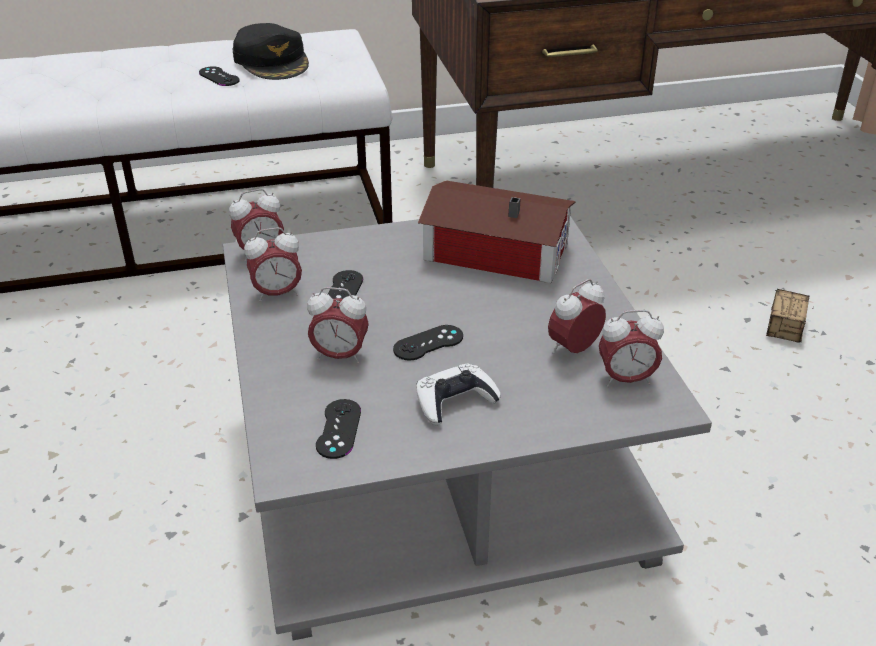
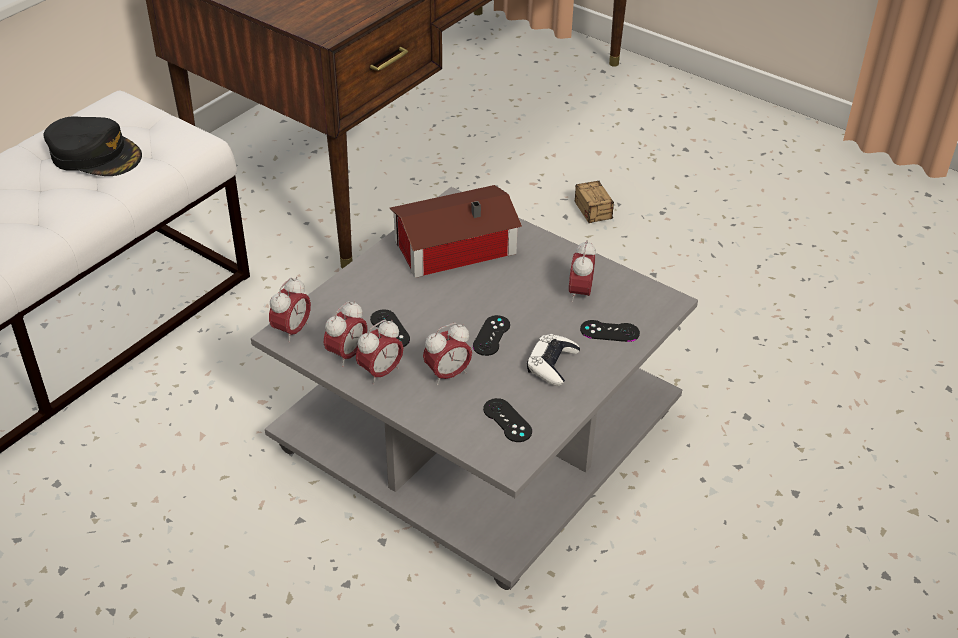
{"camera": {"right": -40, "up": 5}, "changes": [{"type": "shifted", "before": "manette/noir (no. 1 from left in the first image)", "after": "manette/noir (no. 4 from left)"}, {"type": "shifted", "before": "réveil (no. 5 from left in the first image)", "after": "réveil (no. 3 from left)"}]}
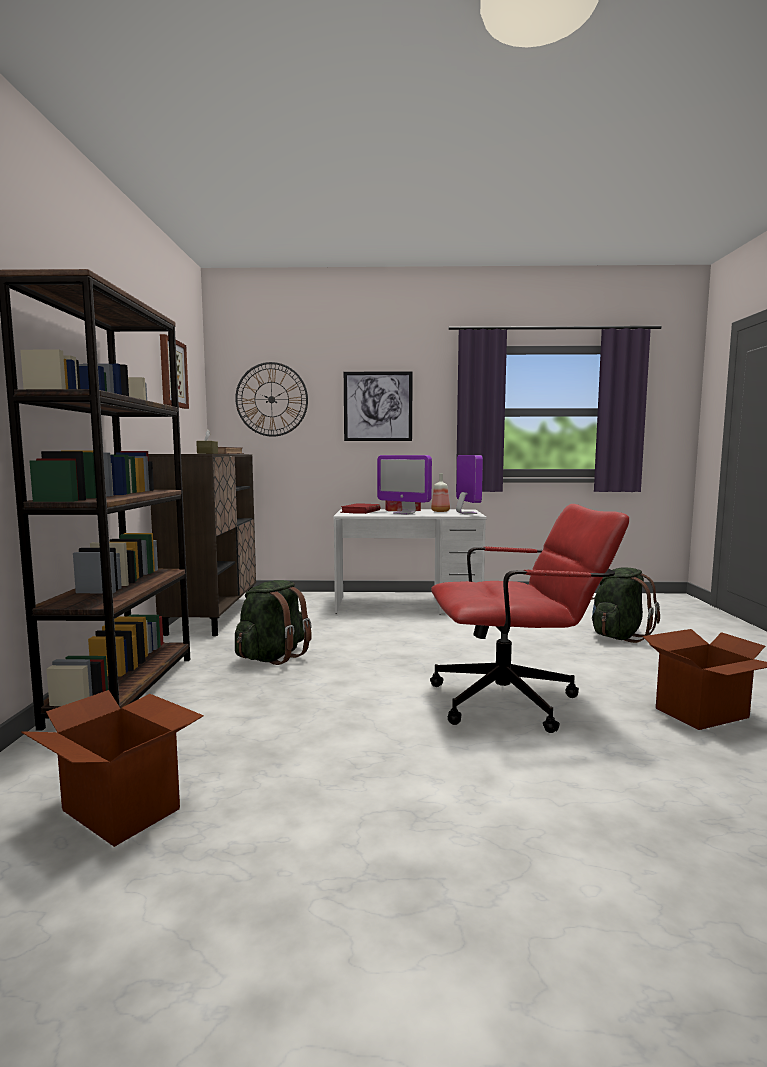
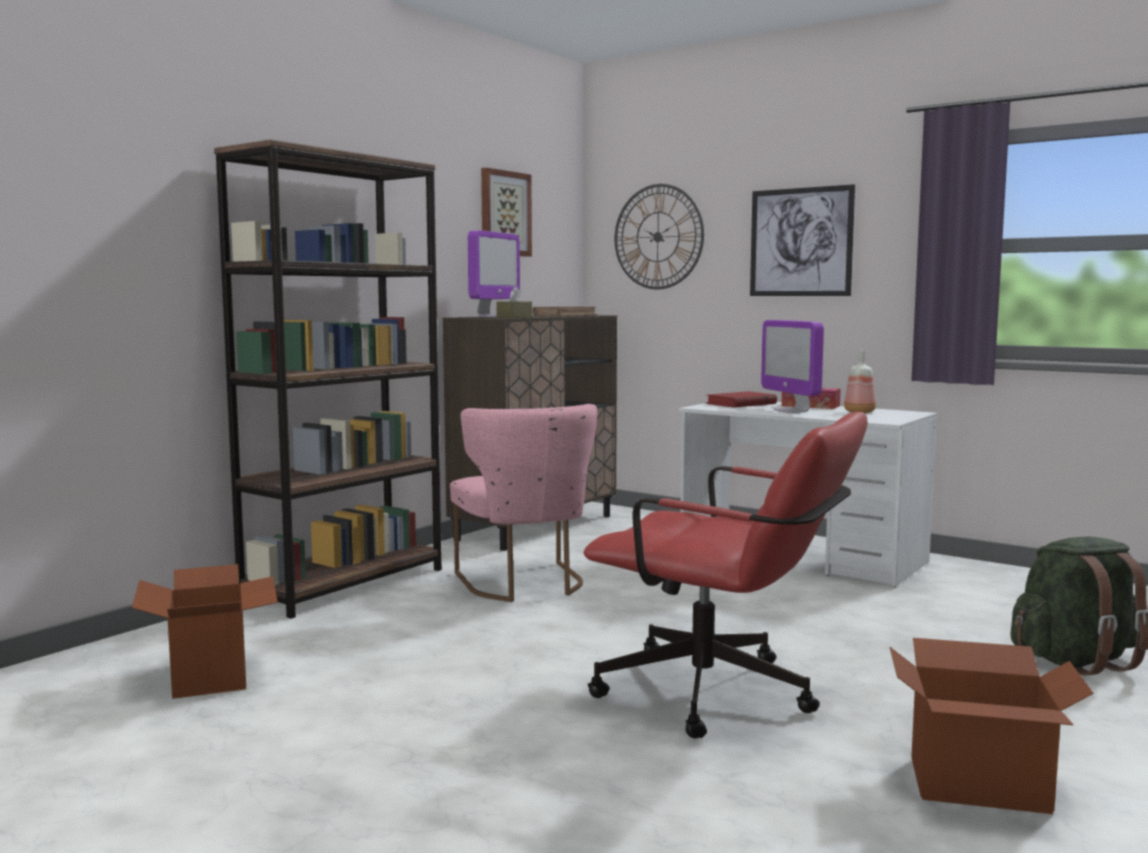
{"camera": {"right": 35, "up": 0}, "changes": [{"type": "shifted", "before": "écran d'ordinateur (no. 2 from left in the first image)", "after": "écran d'ordinateur (no. 1 from left)"}, {"type": "swapped", "before": "sac à dos/vert (no. 1 from left)", "after": "chaise/rose"}]}
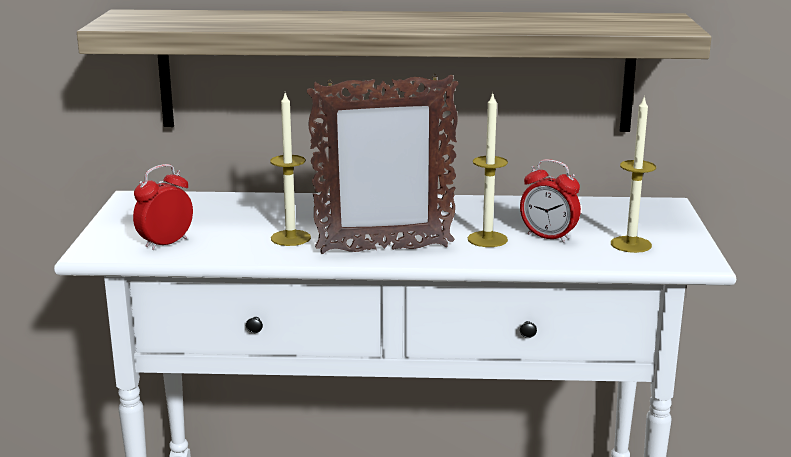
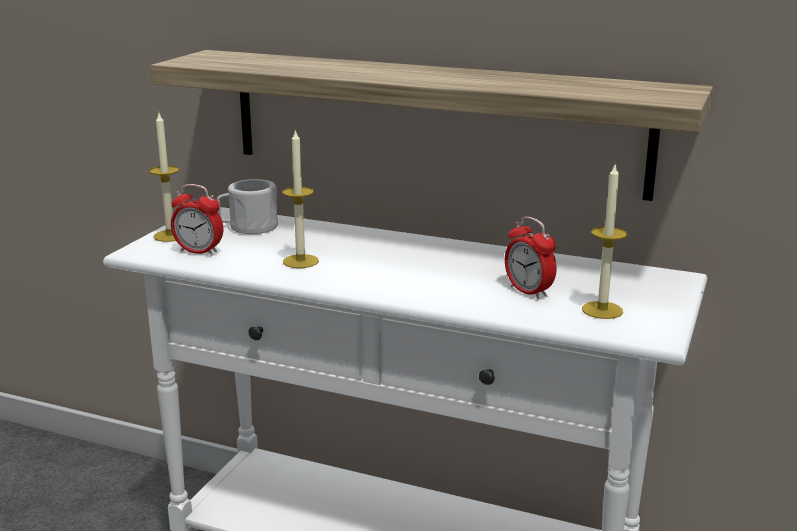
{"camera": {"right": 20, "up": 0}, "changes": [{"type": "gone", "before": "cadre photo"}, {"type": "new", "after": "mug/blanc"}, {"type": "shifted", "before": "bougie (no. 2 from left in the first image)", "after": "bougie (no. 1 from left)"}, {"type": "rotated", "before": "réveil (no. 1 from left)", "turn": -135}]}
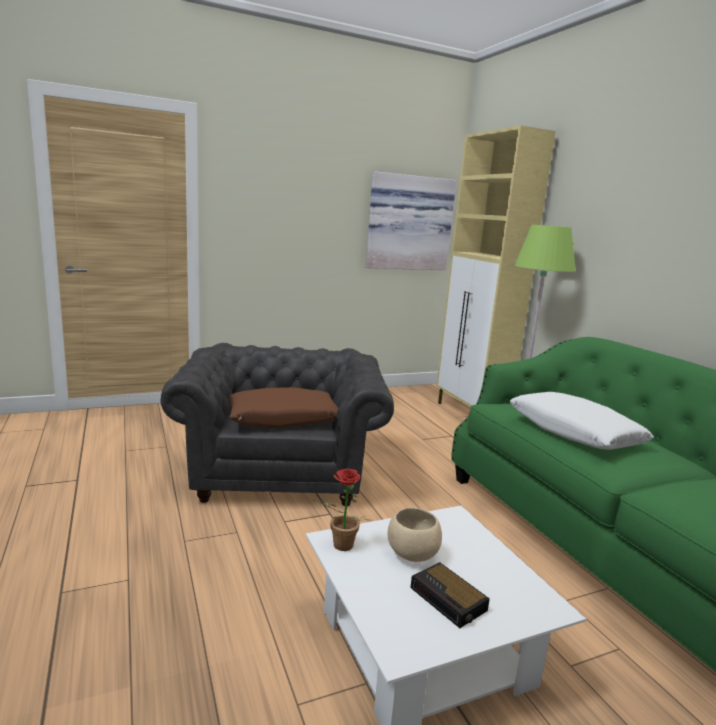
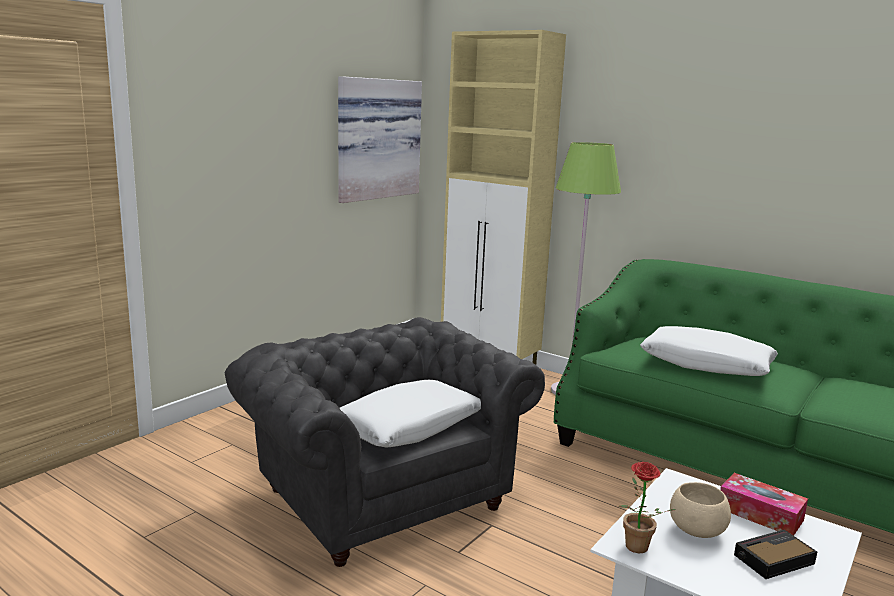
{"camera": {"right": -30, "up": 0}, "changes": [{"type": "new", "after": "boîte à mouchoirs"}, {"type": "repainted", "before": "coussin/marron", "after": "coussin/blanc (no. 1 from left)"}, {"type": "rotated", "before": "réveil", "turn": 135}]}
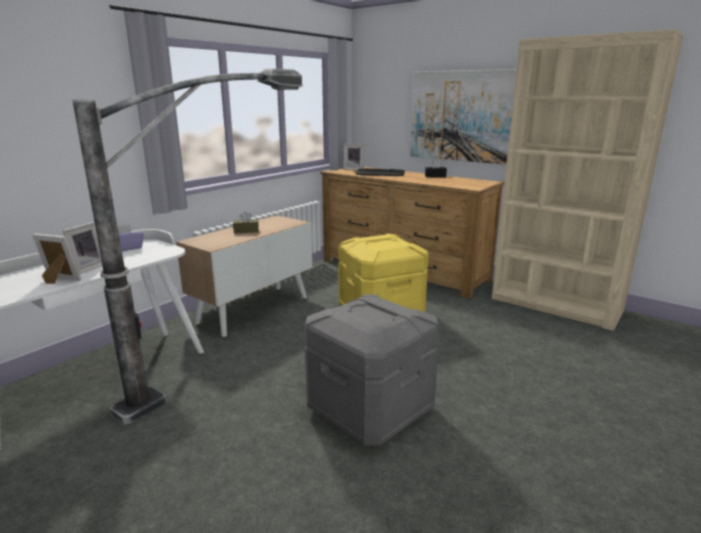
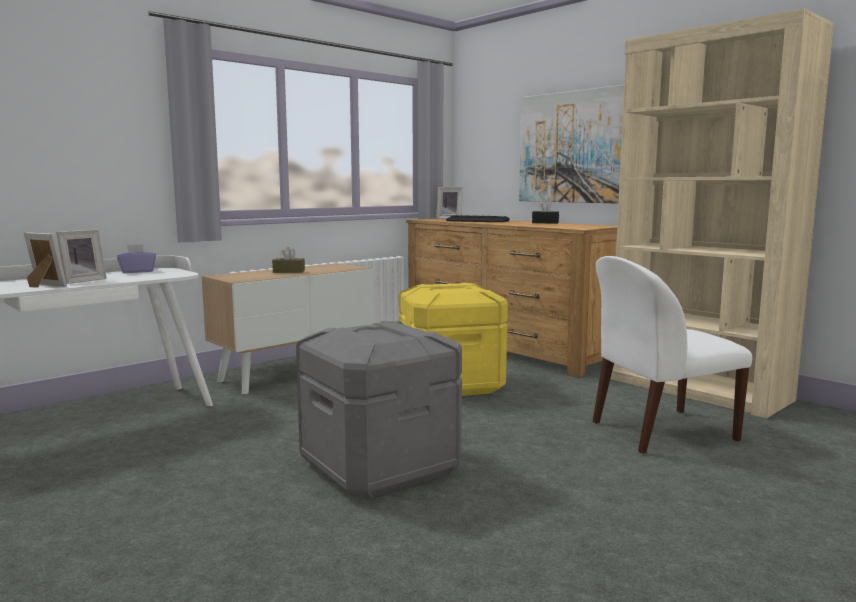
{"camera": {"right": 10, "up": -10}, "changes": [{"type": "gone", "before": "lampadaire"}, {"type": "new", "after": "chaise/blanc"}]}
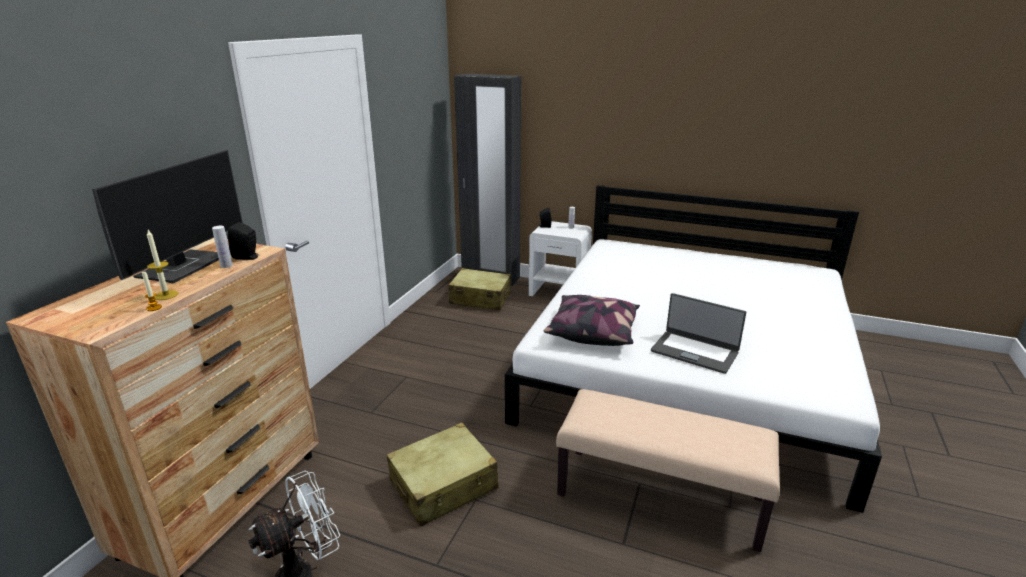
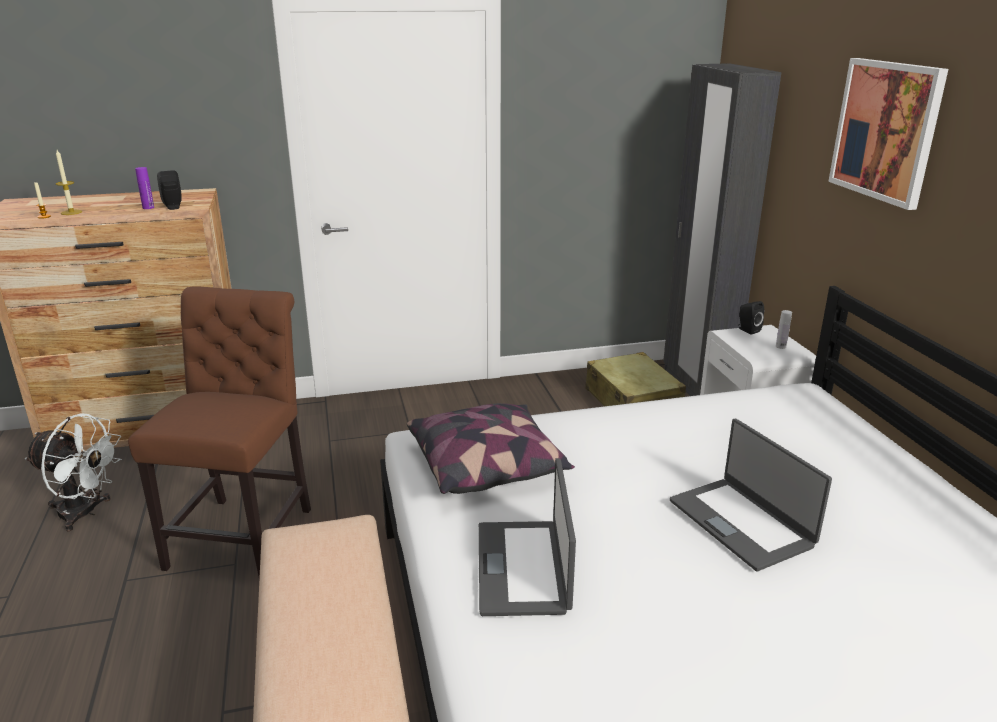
{"camera": {"right": 55, "up": 0}, "changes": [{"type": "gone", "before": "écran d'ordinateur"}, {"type": "new", "after": "ordinateur portable (no. 2 from left)"}, {"type": "new", "after": "tableau"}, {"type": "swapped", "before": "valise/beige (no. 1 from left)", "after": "chaise/marron"}, {"type": "repainted", "before": "bouteille/blanc (no. 1 from left)", "after": "bouteille/violet"}]}
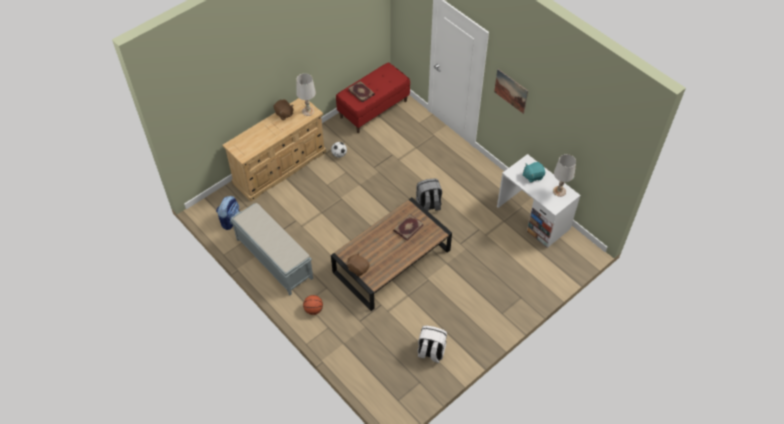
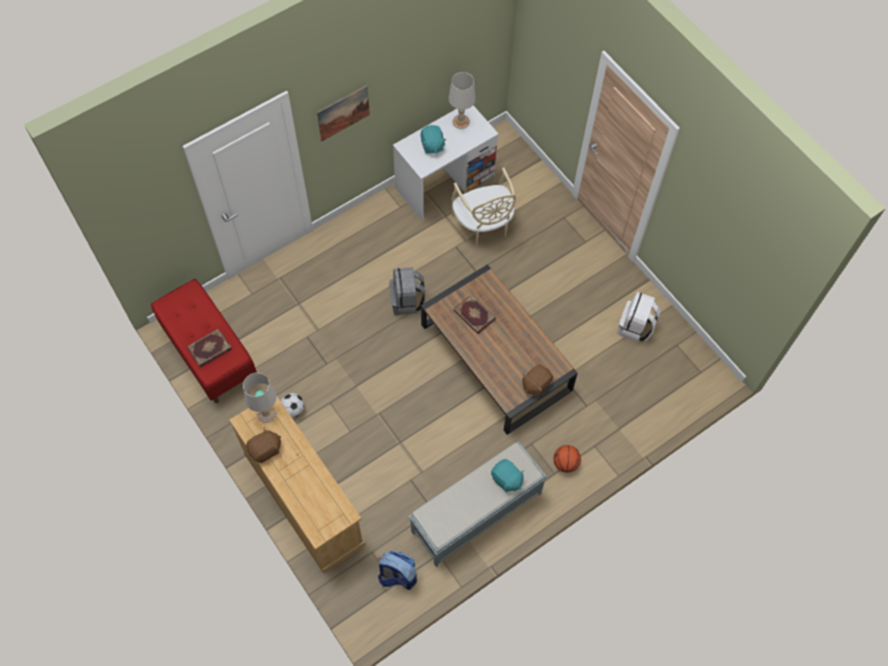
{"camera": {"right": -85, "up": 10}, "changes": [{"type": "new", "after": "chaise/beige"}, {"type": "new", "after": "peluche/turquoise (no. 2 from left)"}]}
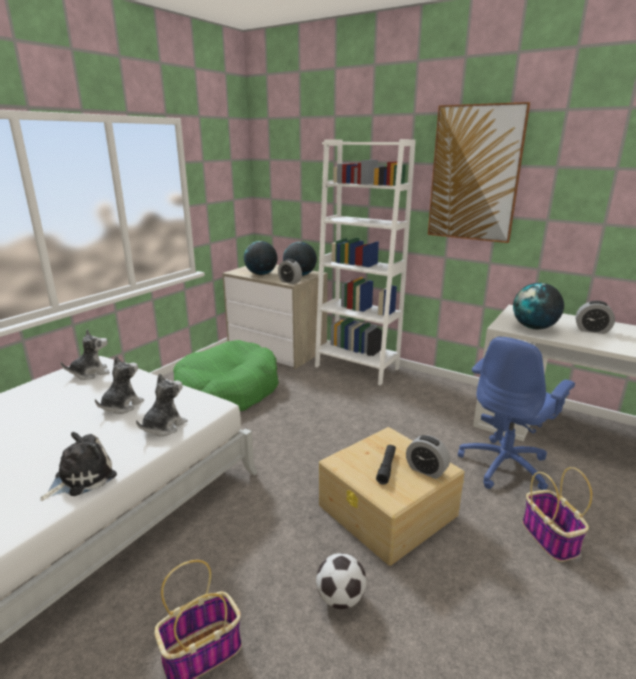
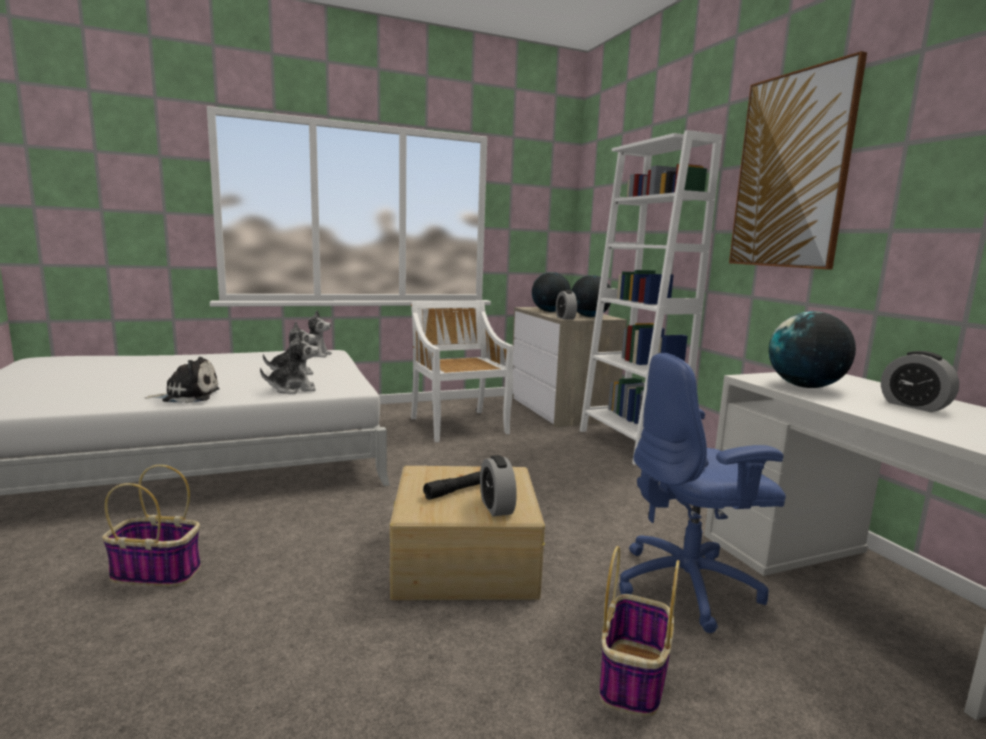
{"camera": {"right": 35, "up": -10}, "changes": [{"type": "gone", "before": "ballon de foot"}, {"type": "swapped", "before": "panier pour chien/vert", "after": "chaise/blanc"}]}
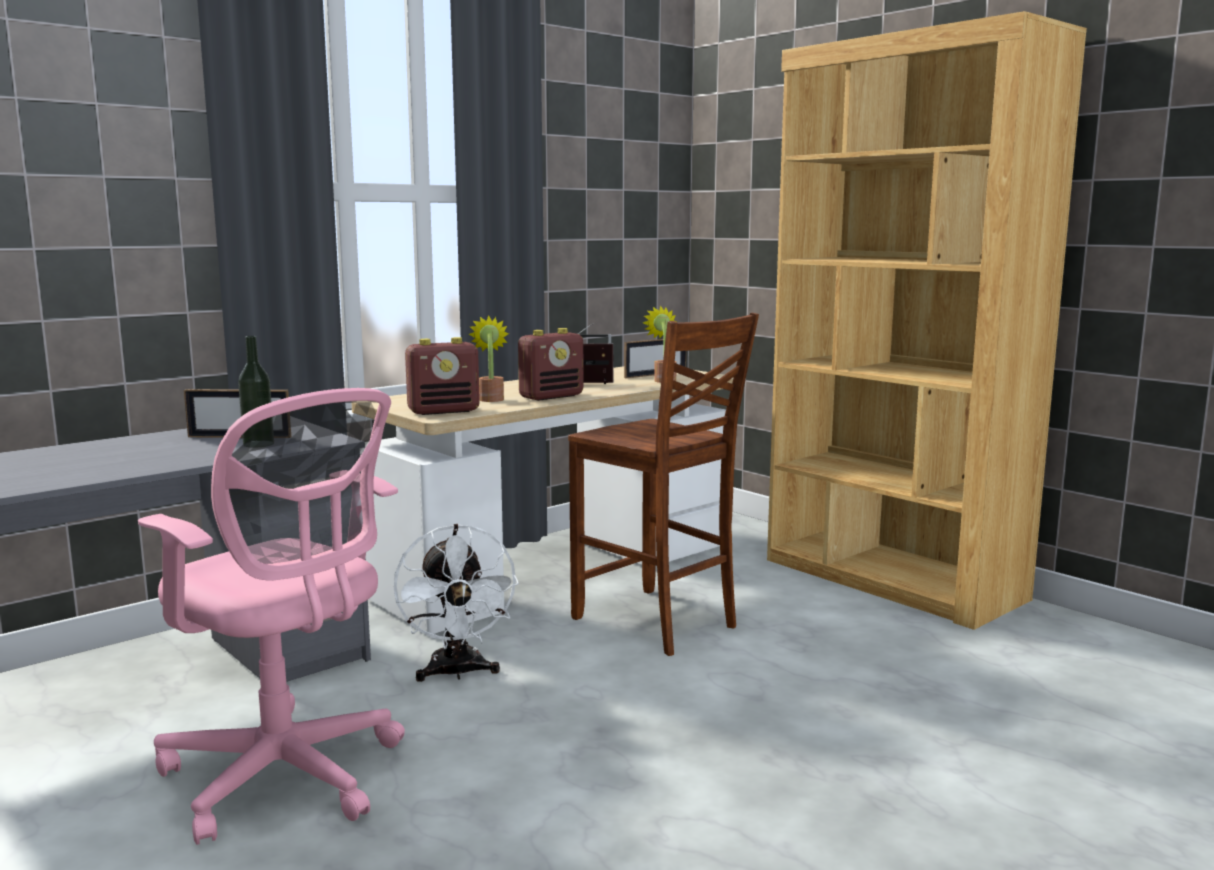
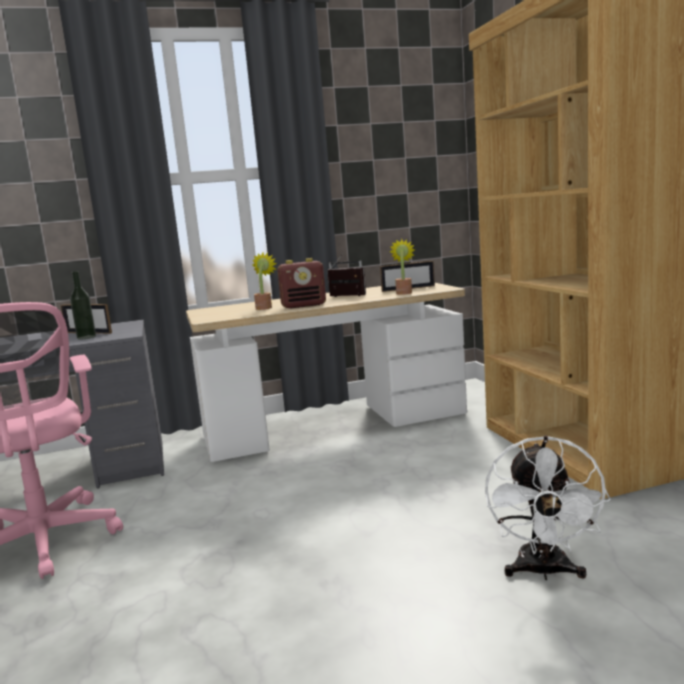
{"camera": {"right": 25, "up": 0}, "changes": [{"type": "gone", "before": "radio (no. 1 from left)"}, {"type": "gone", "before": "chaise/marron"}, {"type": "shifted", "before": "ventilateur/blanc"}]}
